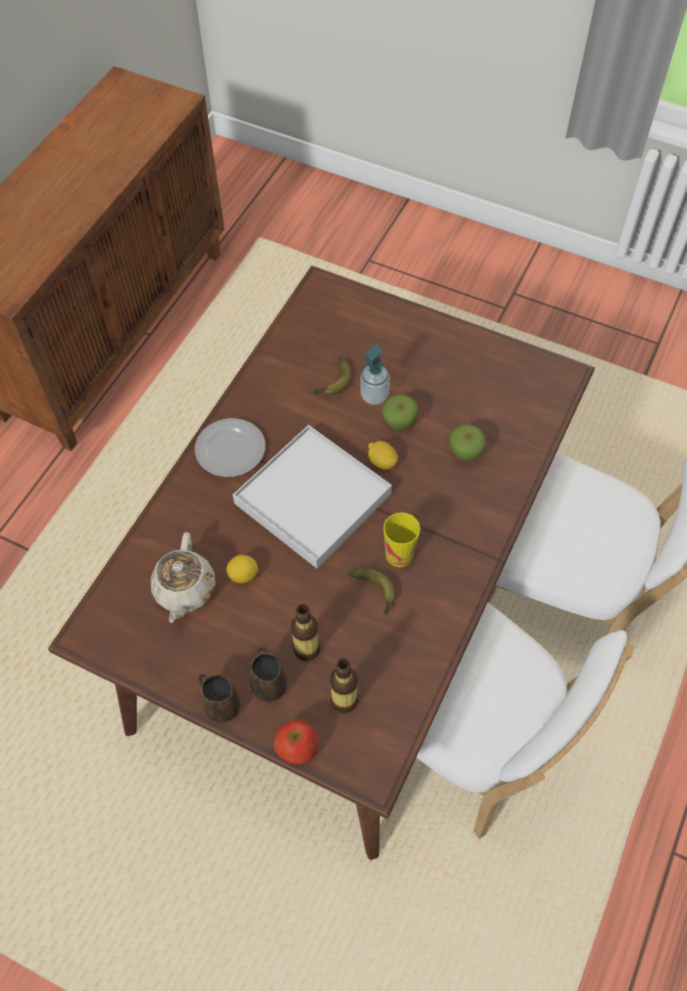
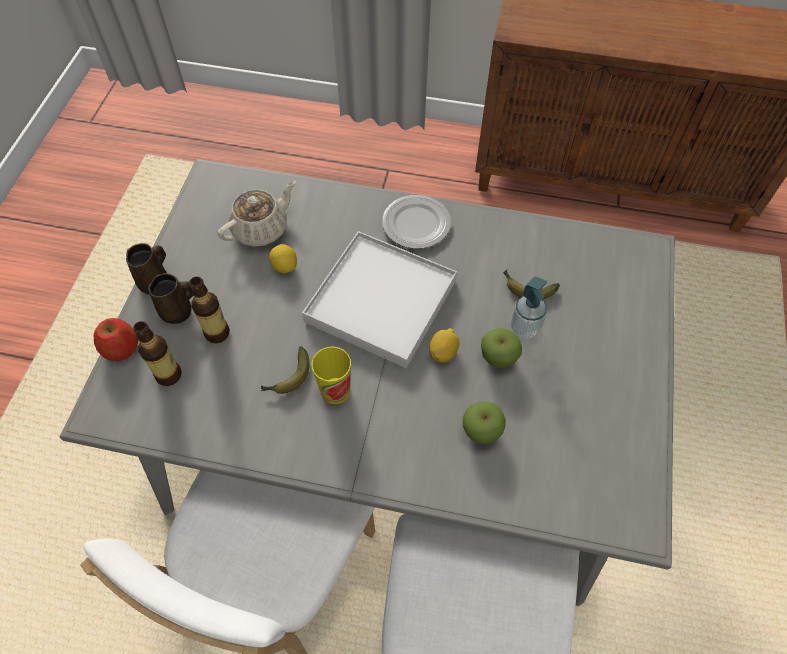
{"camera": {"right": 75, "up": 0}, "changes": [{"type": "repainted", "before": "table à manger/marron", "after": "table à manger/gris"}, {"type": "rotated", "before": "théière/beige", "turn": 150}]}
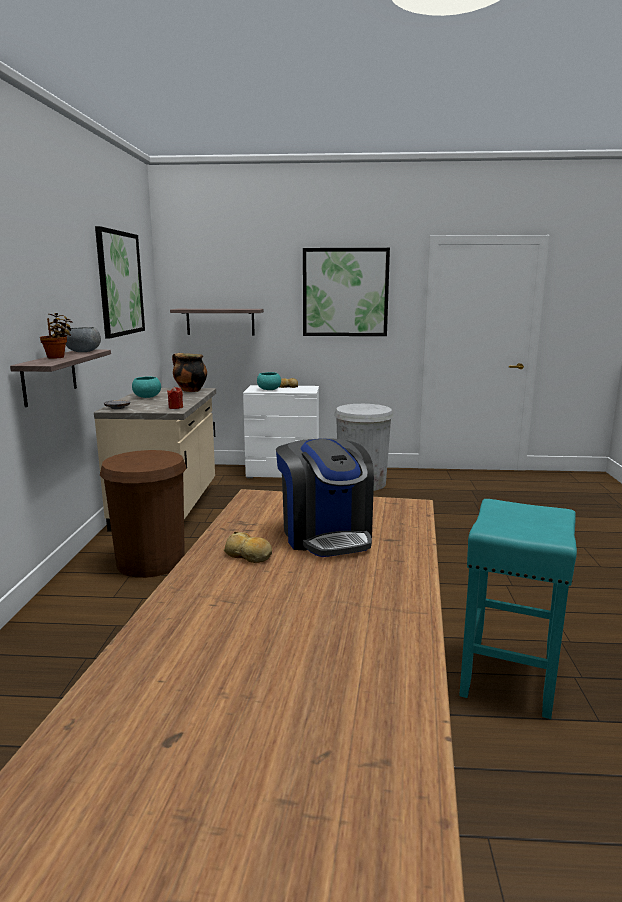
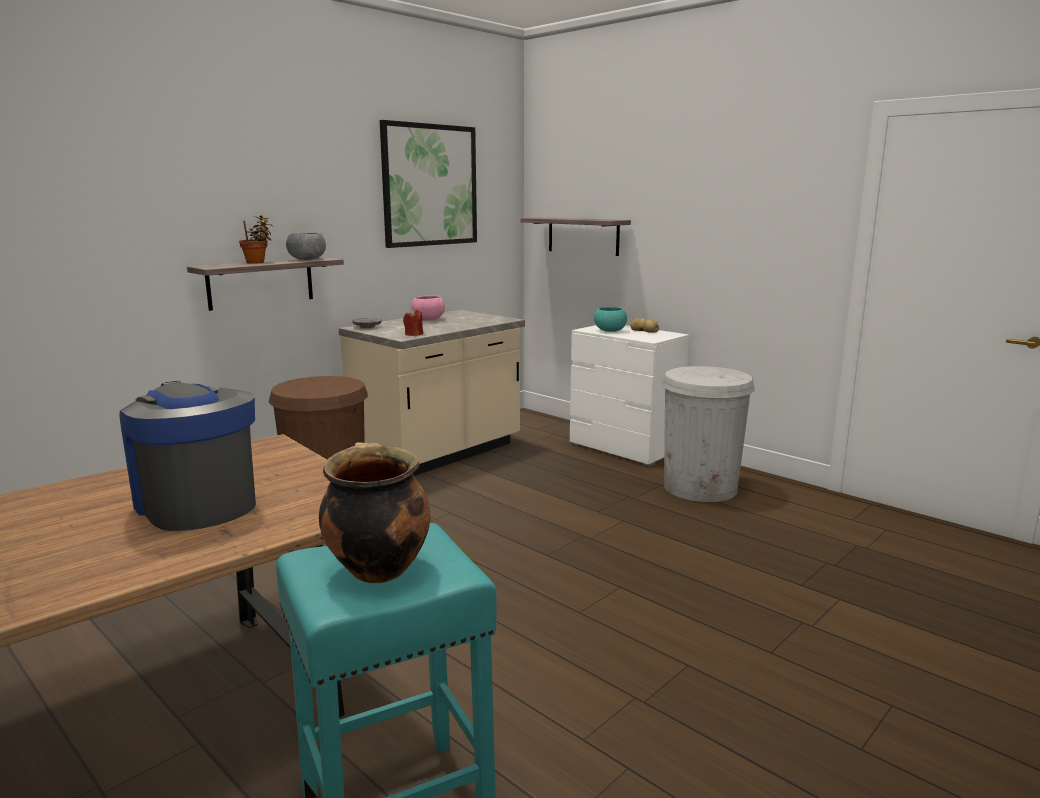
{"camera": {"right": 40, "up": 0}, "changes": [{"type": "gone", "before": "pain (no. 1 from left)"}, {"type": "gone", "before": "tableau (no. 2 from left)"}, {"type": "shifted", "before": "marmite"}, {"type": "repainted", "before": "bol/turquoise (no. 1 from left)", "after": "bol/rose"}, {"type": "rotated", "before": "machine à café", "turn": 120}]}
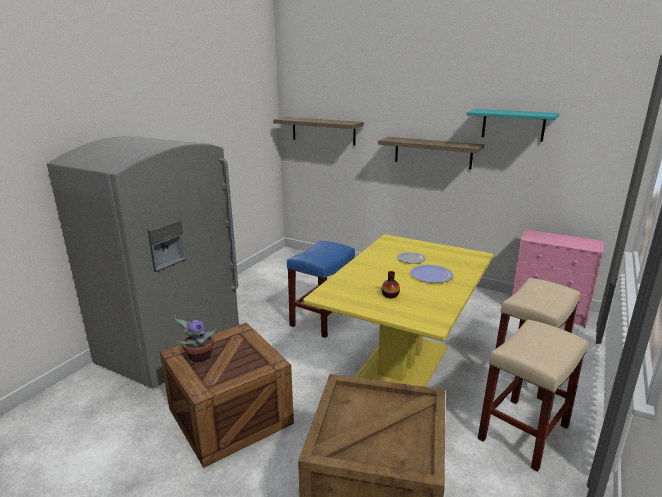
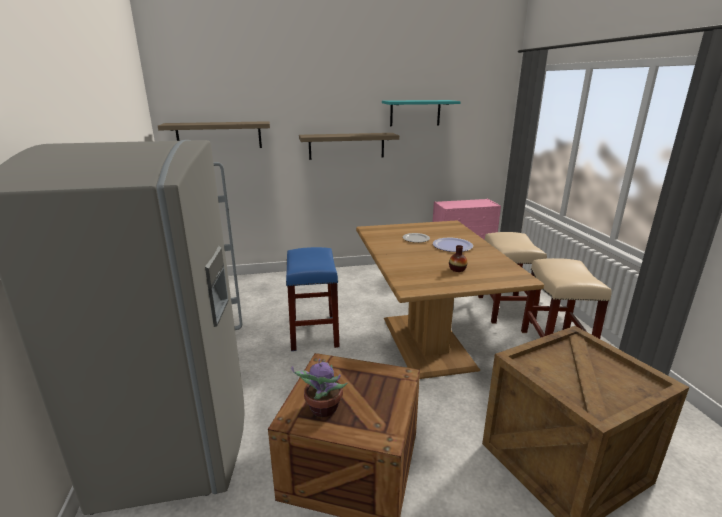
{"camera": {"right": -40, "up": 0}, "changes": [{"type": "repainted", "before": "table à manger/jaune", "after": "table à manger/marron"}]}
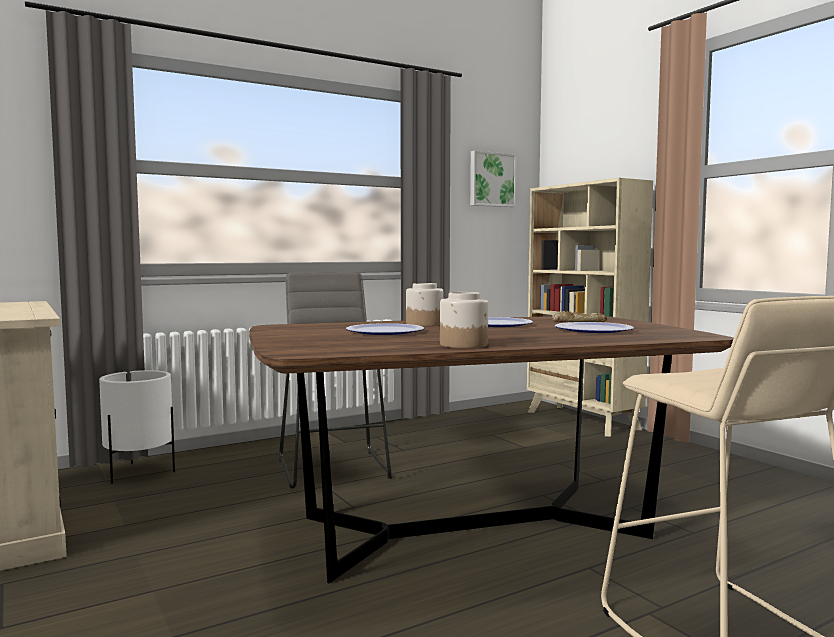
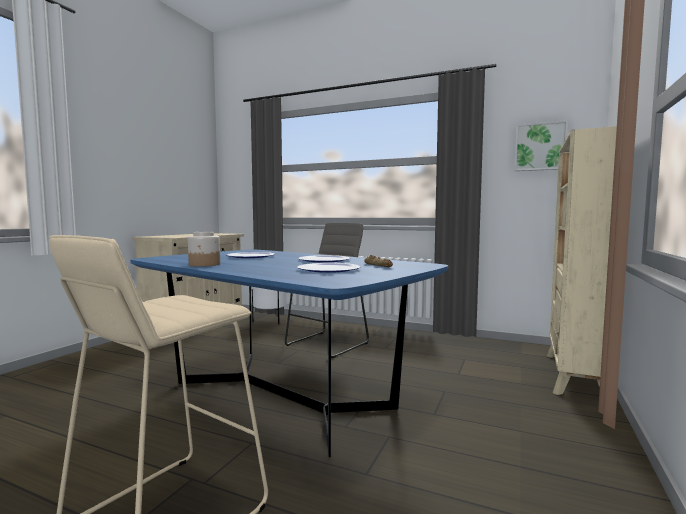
{"camera": {"right": 55, "up": 0}, "changes": [{"type": "gone", "before": "bocal (no. 1 from left)"}, {"type": "repainted", "before": "table à manger/marron", "after": "table à manger/bleu"}]}
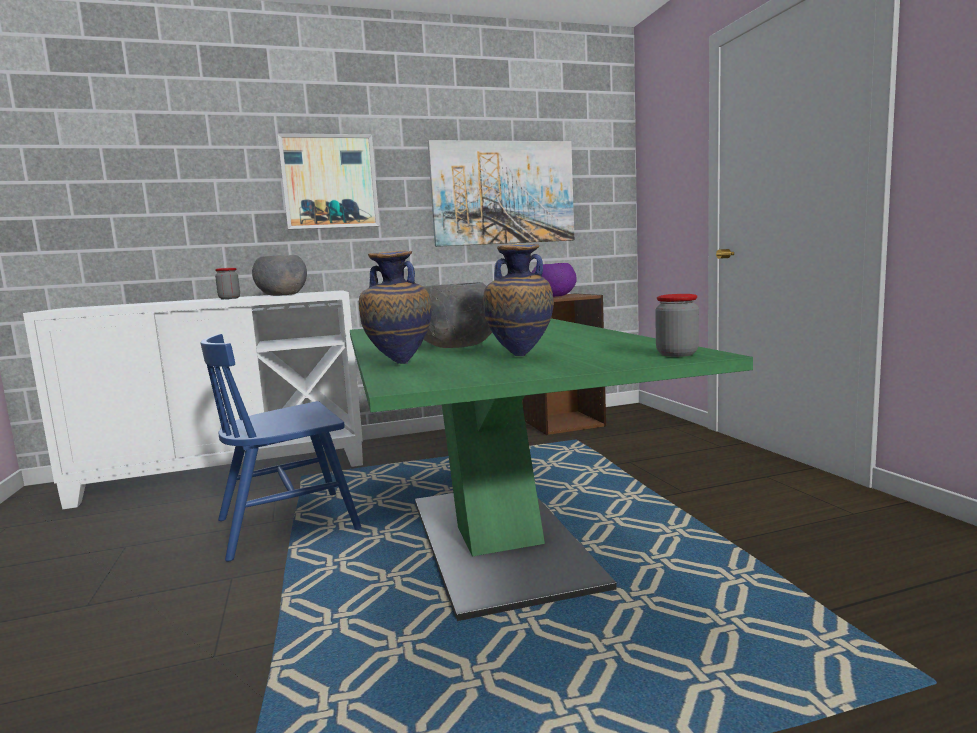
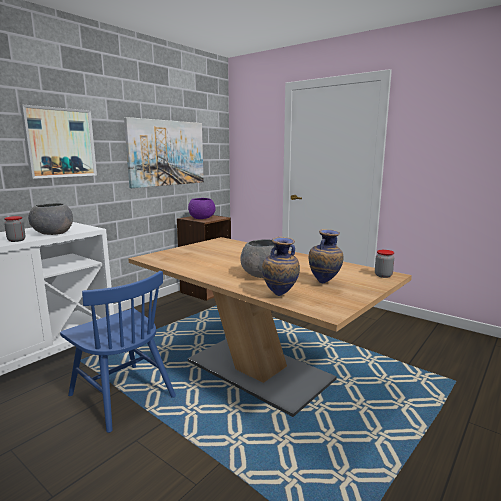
{"camera": {"right": -35, "up": 5}, "changes": [{"type": "repainted", "before": "table à manger/vert", "after": "table à manger/marron"}, {"type": "rotated", "before": "chaise/bleu", "turn": -75}]}
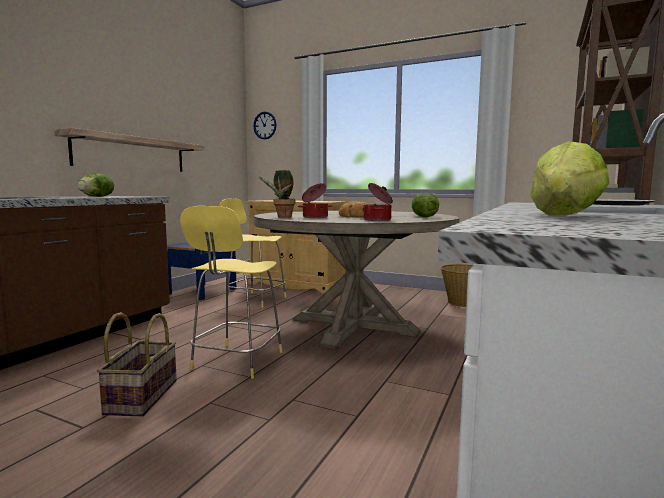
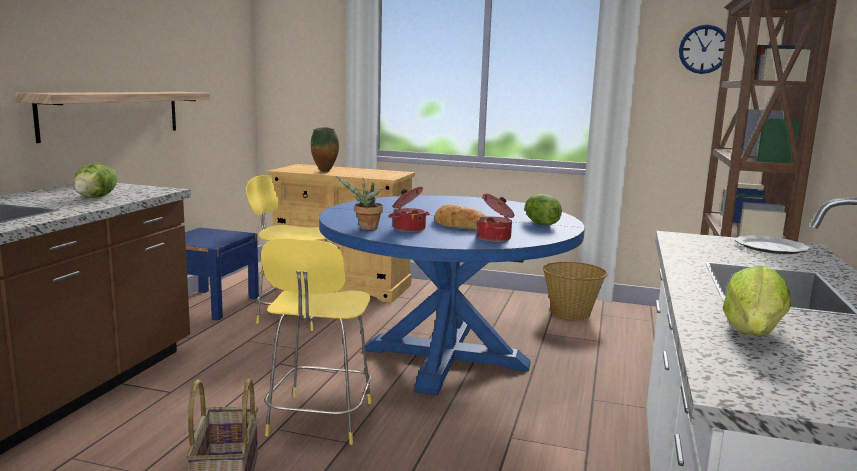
{"camera": {"right": -10, "up": 5}, "changes": [{"type": "shifted", "before": "horloge murale"}, {"type": "repainted", "before": "table à manger/beige", "after": "table à manger/bleu"}]}
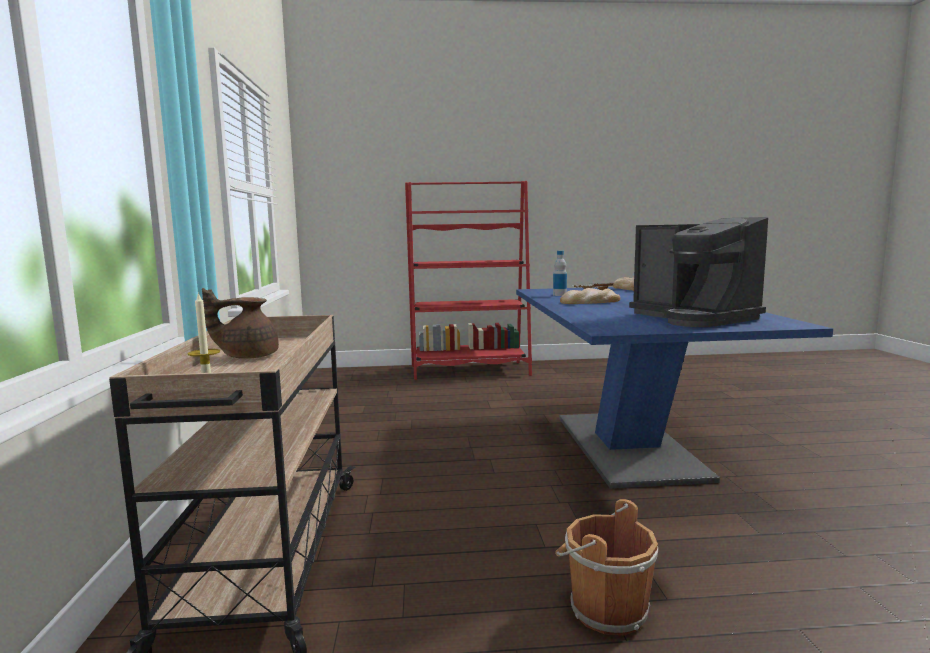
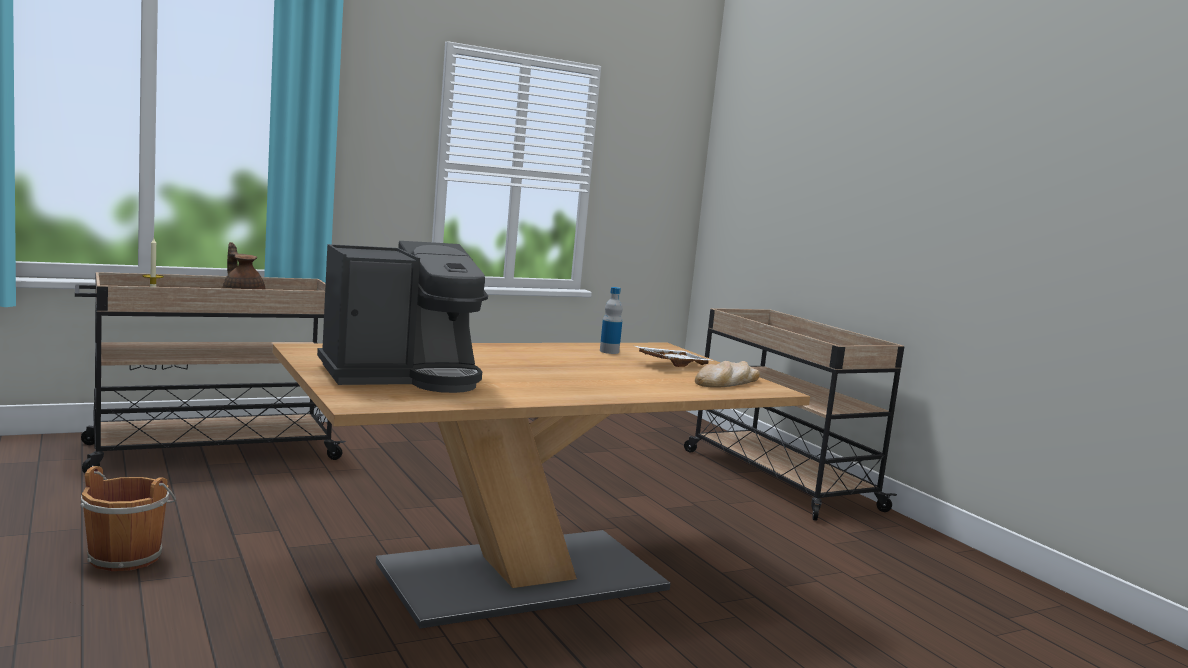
{"camera": {"right": 65, "up": 0}, "changes": [{"type": "gone", "before": "pain (no. 1 from left)"}, {"type": "swapped", "before": "bibliothèque/rouge", "after": "chariot/beige (no. 2 from left)"}, {"type": "repainted", "before": "table à manger/bleu", "after": "table à manger/marron"}, {"type": "rotated", "before": "machine à café", "turn": -150}]}
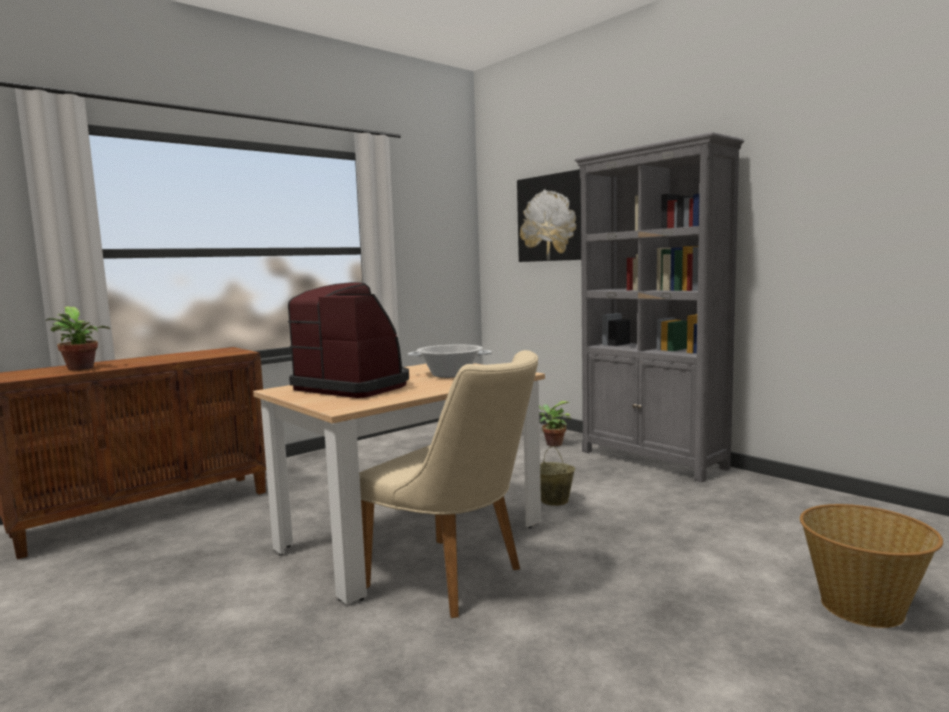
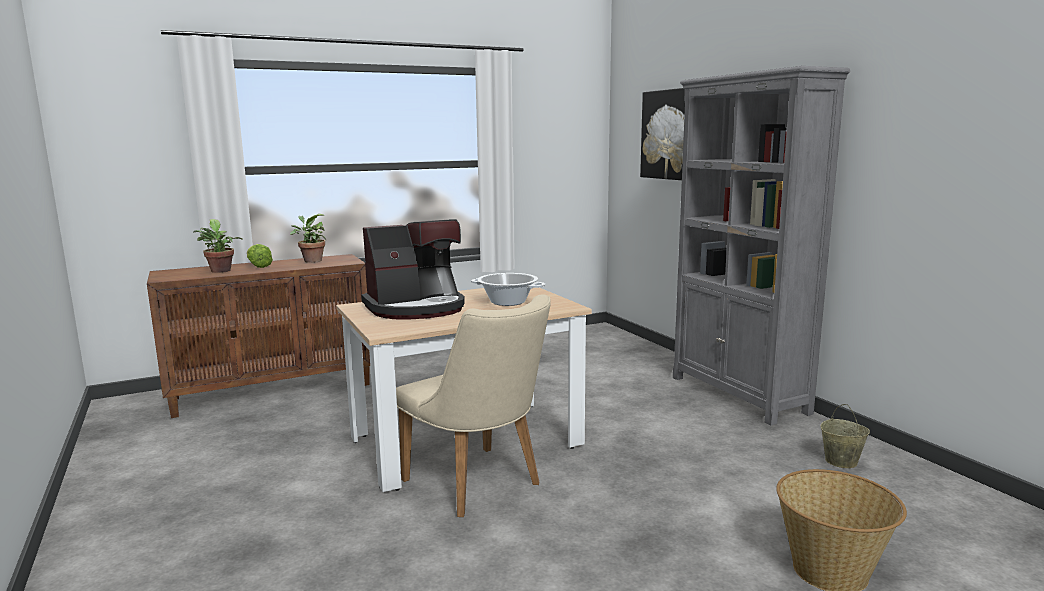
{"camera": {"right": 15, "up": 5}, "changes": [{"type": "new", "after": "laitue"}, {"type": "shifted", "before": "plante en pot (no. 2 from left)"}, {"type": "shifted", "before": "seau/beige"}, {"type": "rotated", "before": "machine à café", "turn": 105}]}
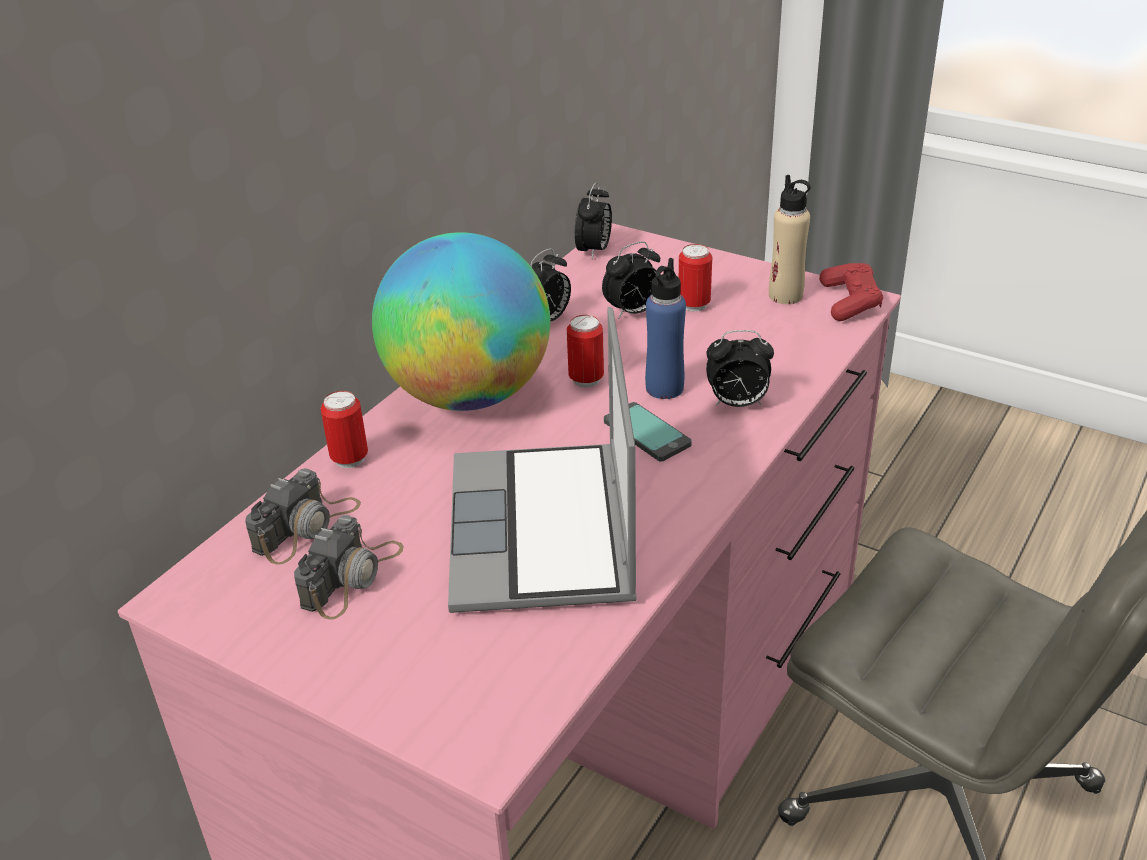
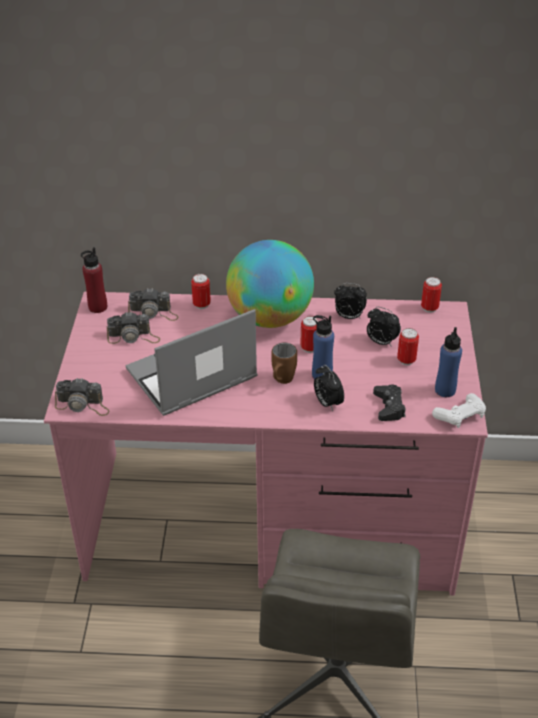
{"camera": {"right": 60, "up": 5}, "changes": [{"type": "new", "after": "appareil photo (no. 1 from left)"}, {"type": "new", "after": "bouteille/rouge"}, {"type": "new", "after": "manette/noir"}, {"type": "swapped", "before": "réveil (no. 2 from left)", "after": "boîte métallique (no. 4 from left)"}, {"type": "swapped", "before": "téléphone", "after": "mug/marron"}, {"type": "repainted", "before": "bouteille/beige", "after": "bouteille/bleu (no. 2 from left)"}, {"type": "repainted", "before": "manette/rouge", "after": "manette/blanc"}]}
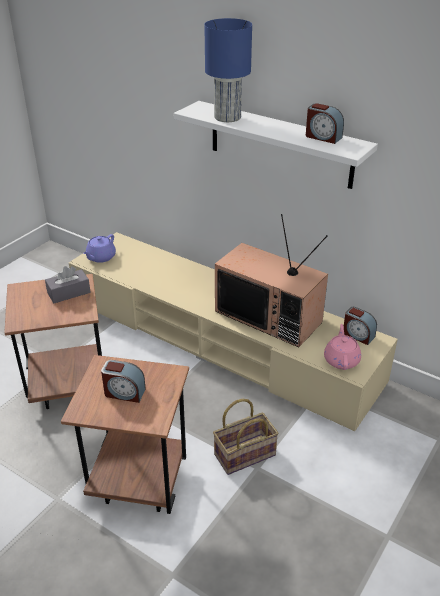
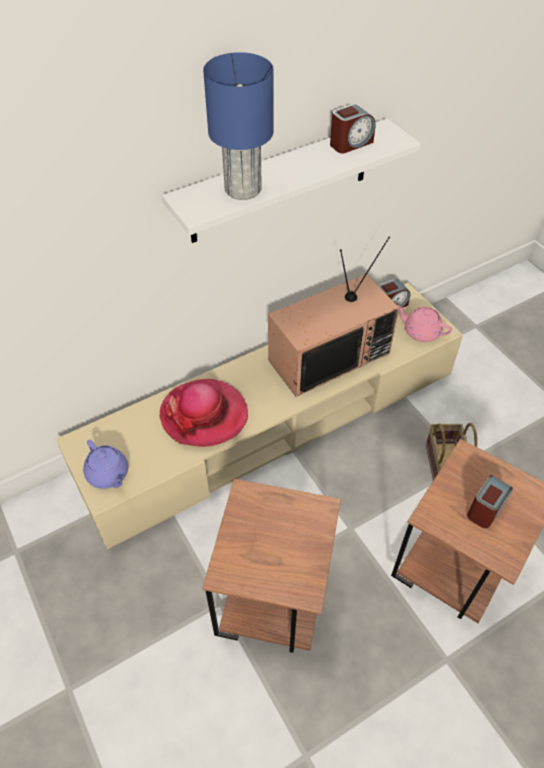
{"camera": {"right": -65, "up": 15}, "changes": [{"type": "gone", "before": "boîte à mouchoirs/gris"}, {"type": "new", "after": "chapeau"}]}
